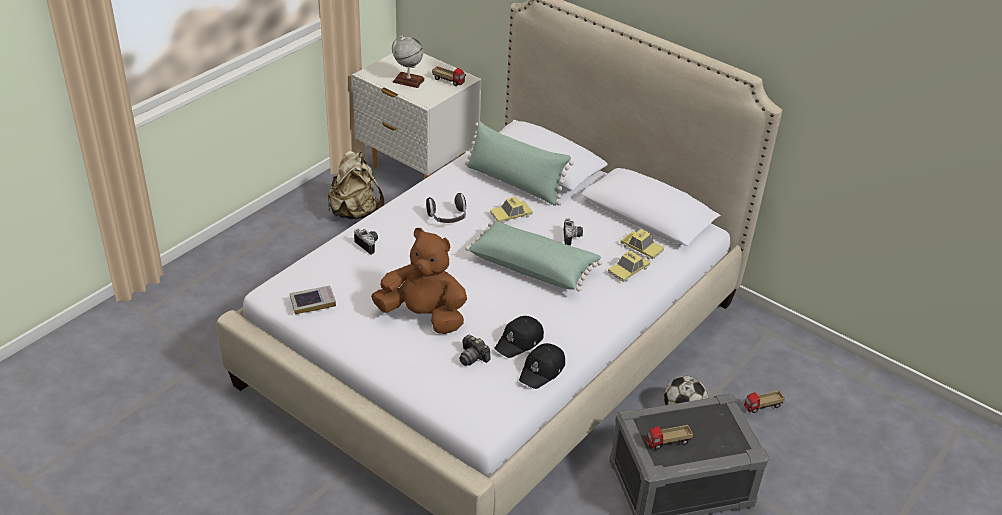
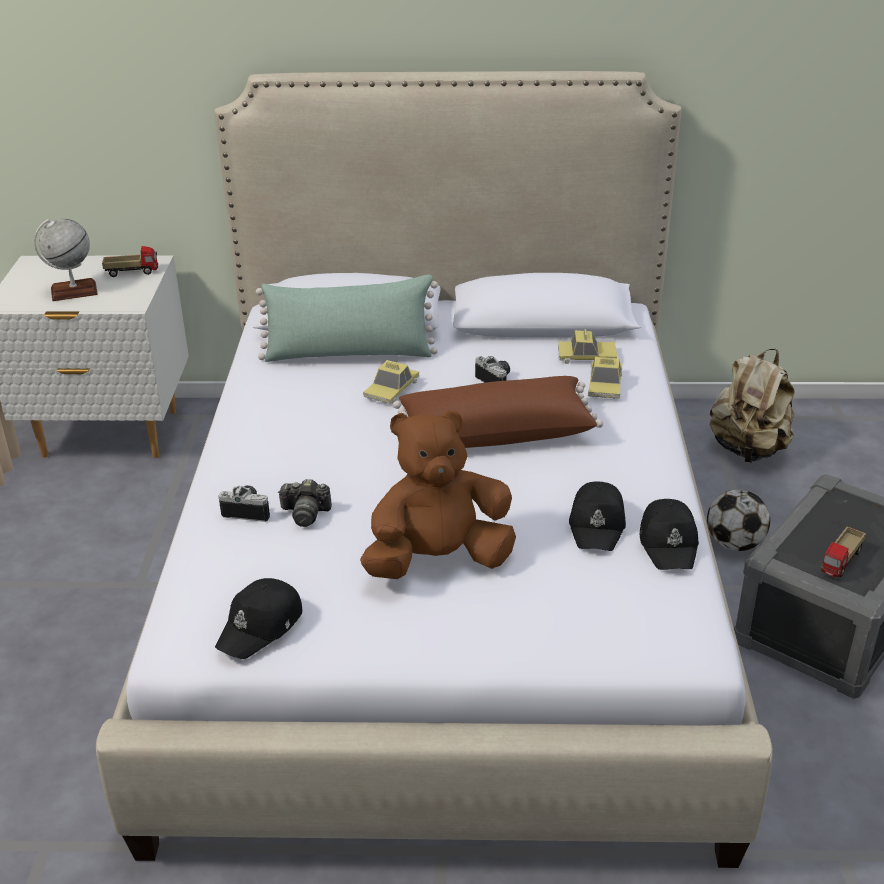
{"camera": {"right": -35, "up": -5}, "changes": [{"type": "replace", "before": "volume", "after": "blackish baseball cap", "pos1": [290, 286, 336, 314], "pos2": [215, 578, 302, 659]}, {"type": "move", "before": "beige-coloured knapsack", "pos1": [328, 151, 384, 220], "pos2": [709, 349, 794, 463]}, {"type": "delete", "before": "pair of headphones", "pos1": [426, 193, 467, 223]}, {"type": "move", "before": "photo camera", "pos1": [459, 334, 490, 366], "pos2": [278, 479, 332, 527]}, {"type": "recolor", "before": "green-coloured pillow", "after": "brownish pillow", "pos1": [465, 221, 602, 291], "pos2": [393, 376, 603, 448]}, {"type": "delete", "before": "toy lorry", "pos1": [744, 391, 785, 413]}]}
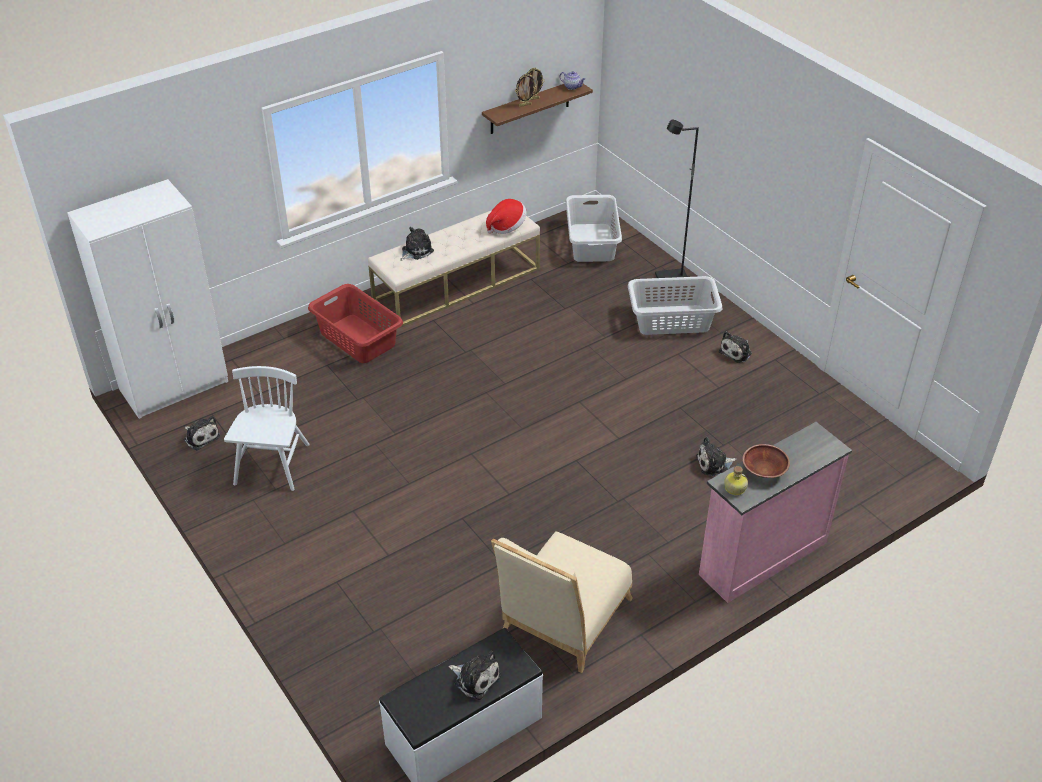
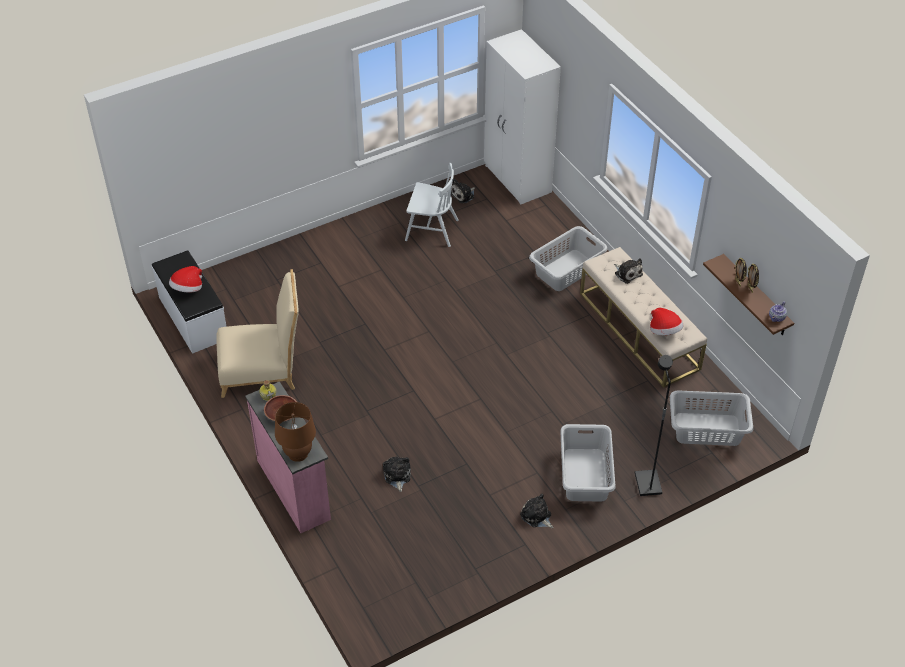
{"camera": {"right": 95, "up": 5}, "changes": [{"type": "recolor", "before": "red hamper", "after": "gray hamper", "pos1": [308, 284, 403, 363], "pos2": [529, 226, 608, 291]}, {"type": "replace", "before": "soft toy", "after": "clothing hat", "pos1": [448, 651, 501, 700], "pos2": [169, 266, 202, 292]}, {"type": "rotate", "before": "beige-coloured chair", "pos1": [491, 531, 633, 673], "pos2": [216, 269, 299, 398], "turn": 135}, {"type": "insert", "after": "brownish table lamp", "pos2": [275, 402, 316, 462]}]}
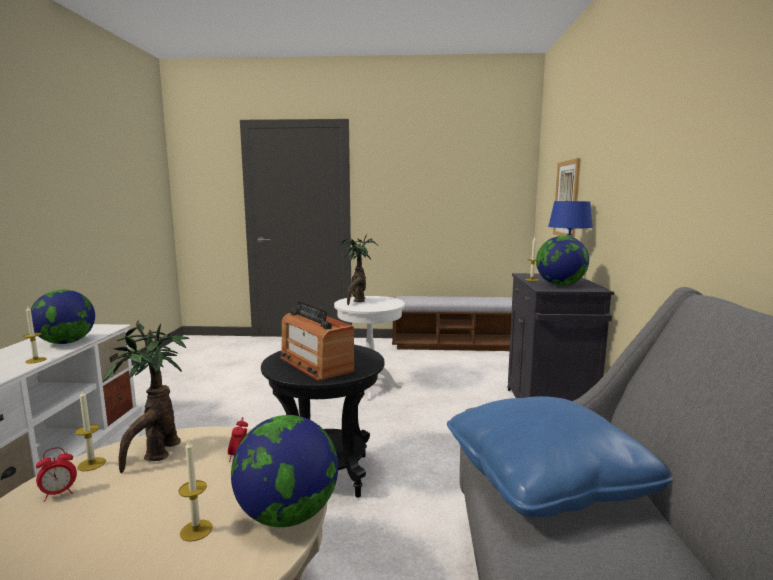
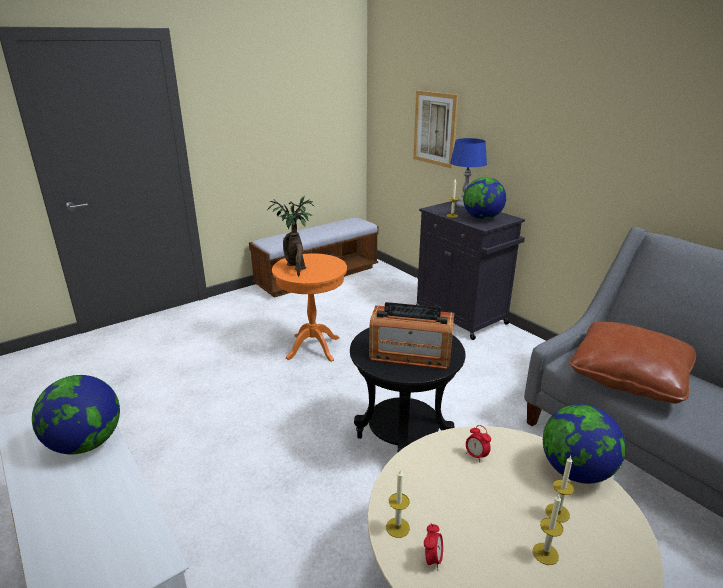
{"camera": {"right": -40, "up": 15}, "changes": [{"type": "move", "before": "wax light", "pos1": [23, 307, 47, 363], "pos2": [533, 495, 563, 565]}, {"type": "delete", "before": "plant in a pot", "pos1": [103, 320, 189, 473]}, {"type": "recolor", "before": "whitish end table", "after": "orange-coloured end table", "pos1": [334, 296, 405, 400], "pos2": [272, 253, 347, 362]}, {"type": "recolor", "before": "bluish pillow", "after": "brownish pillow", "pos1": [447, 396, 673, 517], "pos2": [569, 321, 696, 404]}]}
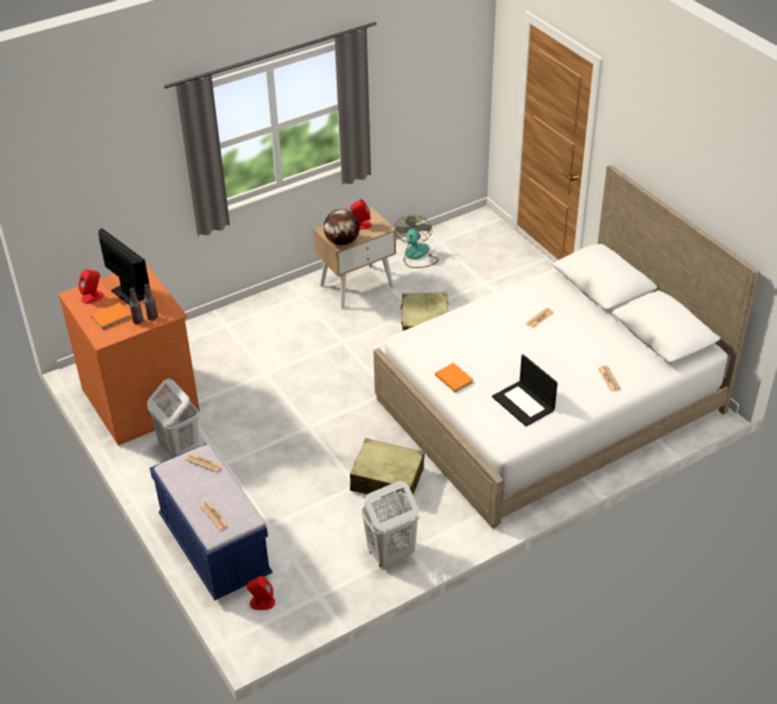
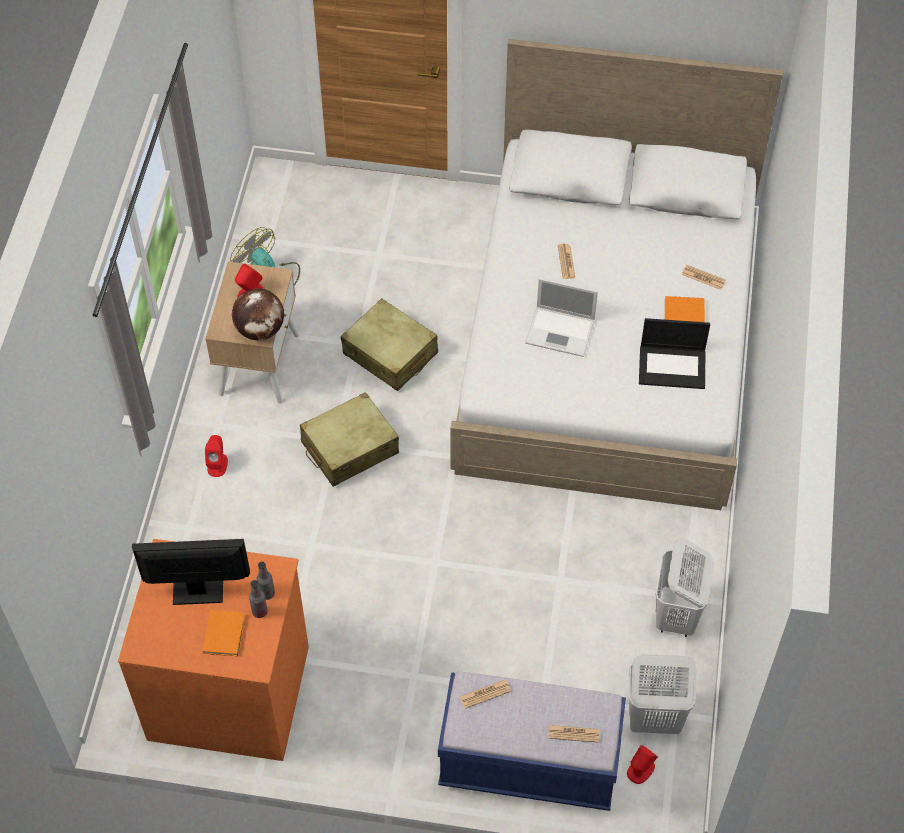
{"camera": {"right": -50, "up": 15}, "changes": [{"type": "move", "before": "red audio speaker", "pos1": [78, 269, 104, 304], "pos2": [205, 435, 228, 477]}, {"type": "move", "before": "whitish hamper", "pos1": [147, 379, 199, 458], "pos2": [629, 654, 697, 734]}, {"type": "move", "before": "beige-coloured travel case", "pos1": [350, 438, 425, 498], "pos2": [300, 392, 399, 487]}, {"type": "move", "before": "orange-coloured volume", "pos1": [435, 363, 473, 392], "pos2": [665, 296, 705, 322]}, {"type": "insert", "after": "notebook computer", "pos2": [525, 278, 598, 357]}]}
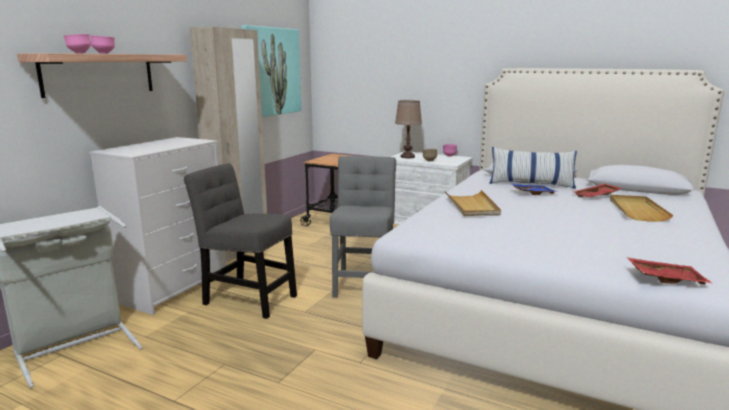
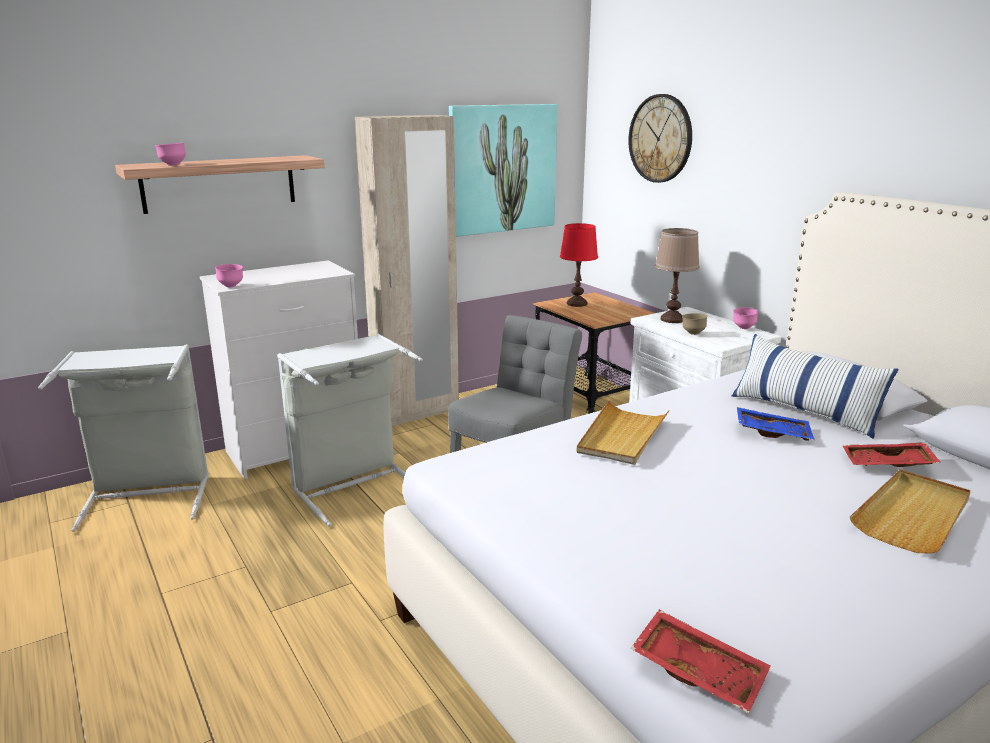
{"camera": {"right": 30, "up": 5}, "changes": [{"type": "move", "before": "pinkish serving bowl", "pos1": [90, 35, 115, 54], "pos2": [215, 264, 243, 287]}, {"type": "replace", "before": "gray chair", "after": "gray hamper", "pos1": [184, 163, 297, 319], "pos2": [277, 334, 423, 526]}, {"type": "insert", "after": "red table lamp", "pos2": [560, 223, 598, 307]}, {"type": "insert", "after": "hanging clock", "pos2": [628, 94, 692, 183]}]}
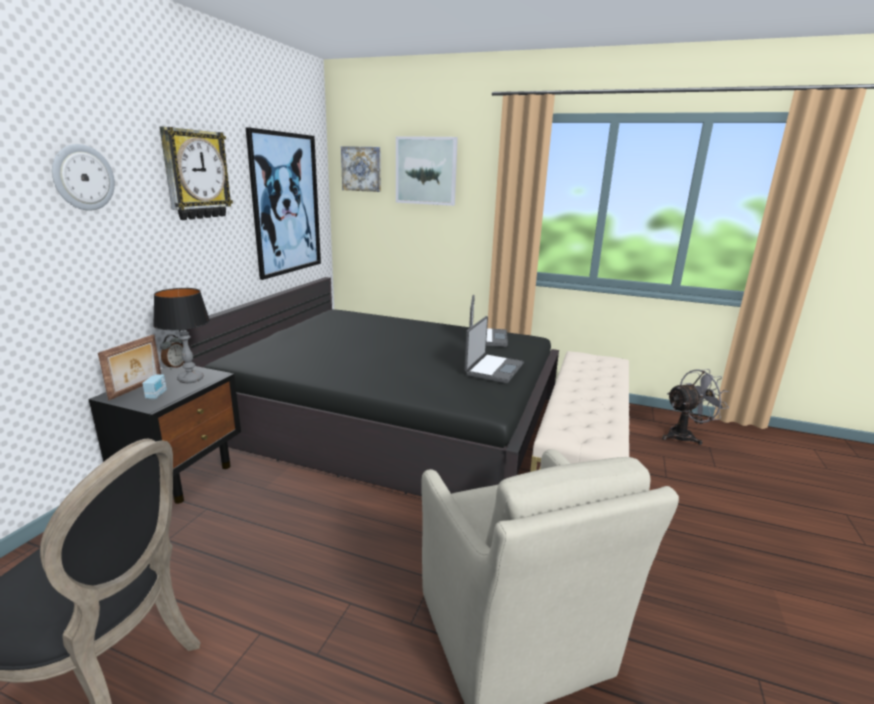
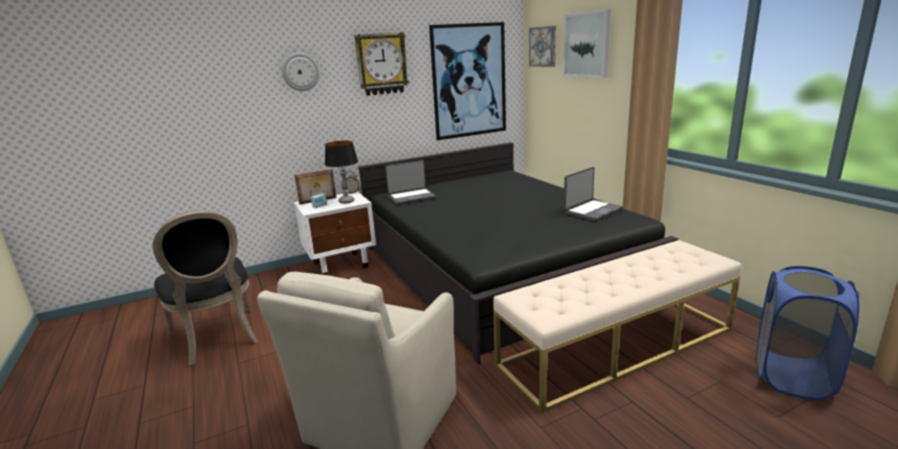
{"camera": {"right": 45, "up": 0}, "changes": [{"type": "recolor", "before": "blackish nightstand", "after": "whitish nightstand", "pos1": [88, 365, 241, 504], "pos2": [294, 192, 376, 275]}, {"type": "move", "before": "notebook computer", "pos1": [464, 316, 524, 383], "pos2": [385, 160, 437, 205]}, {"type": "replace", "before": "gray cooling fan", "after": "bluish hamper", "pos1": [662, 369, 730, 445], "pos2": [756, 266, 860, 400]}]}
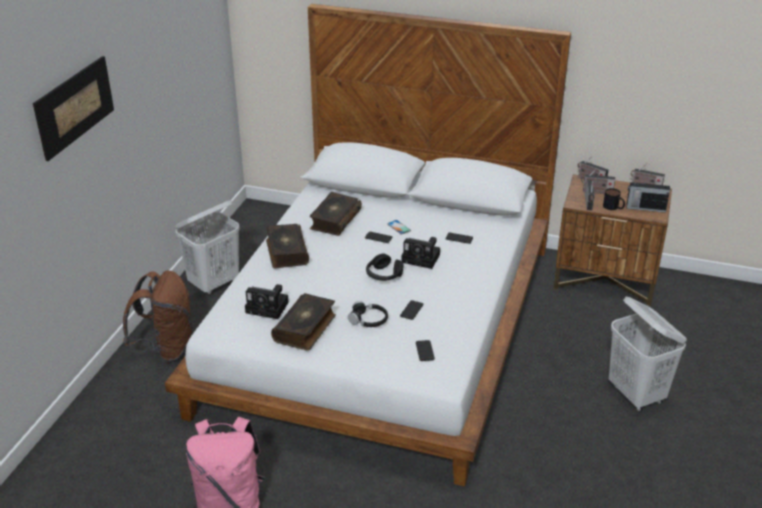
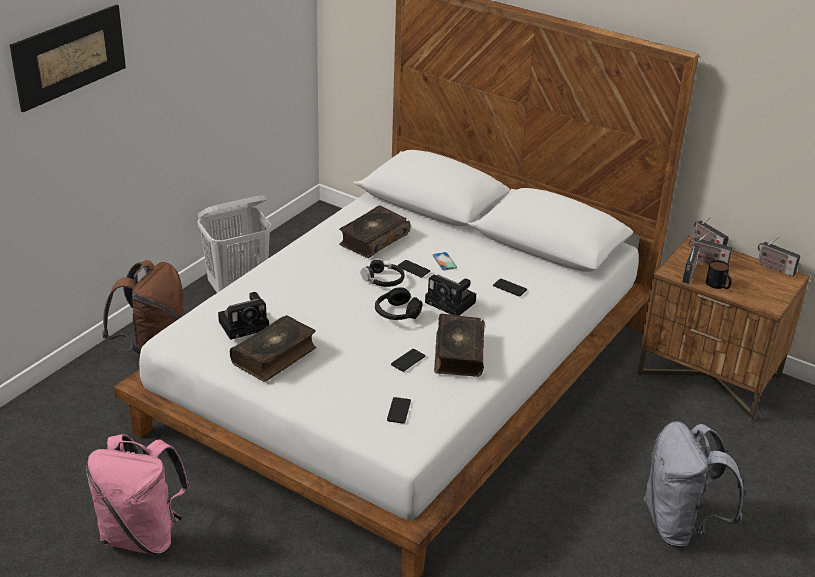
{"camera": {"right": 15, "up": 0}, "changes": [{"type": "rotate", "before": "photo camera", "pos1": [245, 284, 289, 319], "pos2": [218, 292, 269, 340], "turn": -60}, {"type": "move", "before": "volume", "pos1": [266, 224, 309, 268], "pos2": [434, 314, 485, 377]}, {"type": "move", "before": "blackish pair of headphones", "pos1": [348, 301, 388, 327], "pos2": [361, 258, 405, 287]}, {"type": "replace", "before": "whitish hamper", "after": "gray knapsack", "pos1": [609, 297, 687, 412], "pos2": [644, 421, 744, 548]}, {"type": "delete", "before": "radio set", "pos1": [626, 181, 670, 213]}]}
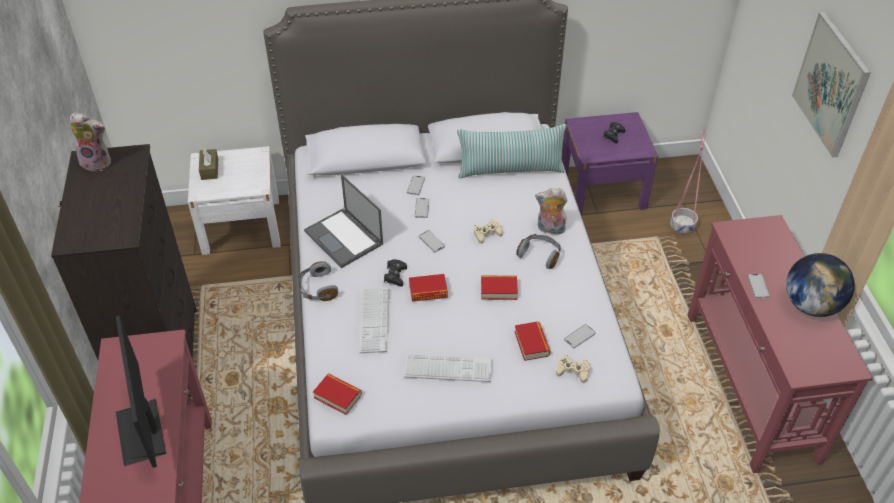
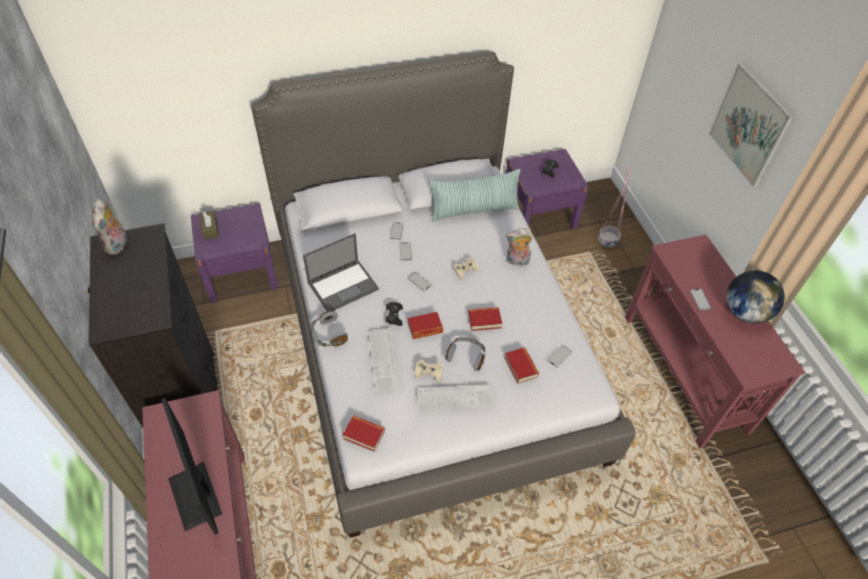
{"camera": {"right": -10, "up": 5}, "changes": [{"type": "rotate", "before": "soft toy", "pos1": [69, 113, 111, 171], "pos2": [92, 199, 127, 255], "turn": 90}, {"type": "recolor", "before": "whitish nightstand", "after": "purplish nightstand", "pos1": [188, 146, 280, 255], "pos2": [191, 203, 278, 303]}, {"type": "rotate", "before": "notebook computer", "pos1": [304, 175, 383, 268], "pos2": [303, 233, 379, 311], "turn": -75}, {"type": "move", "before": "gray pair of headphones", "pos1": [516, 234, 561, 269], "pos2": [445, 336, 485, 371]}, {"type": "move", "before": "beige-coloured game controller", "pos1": [556, 355, 590, 383], "pos2": [415, 359, 442, 382]}]}
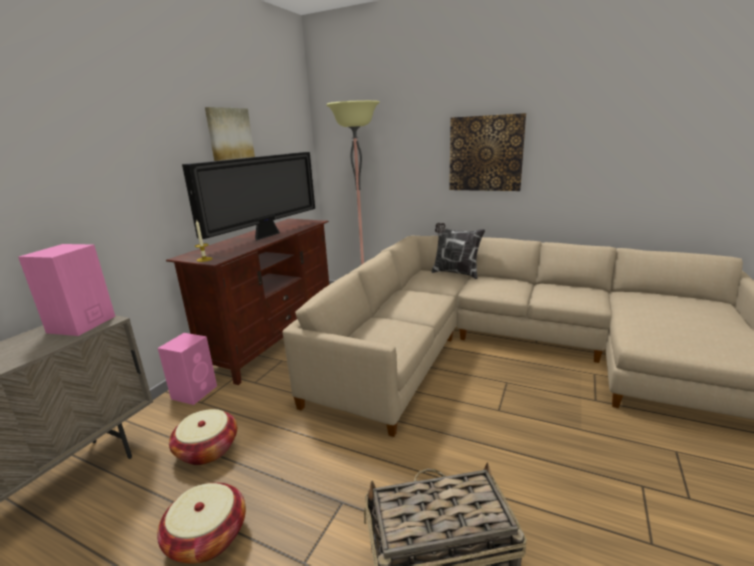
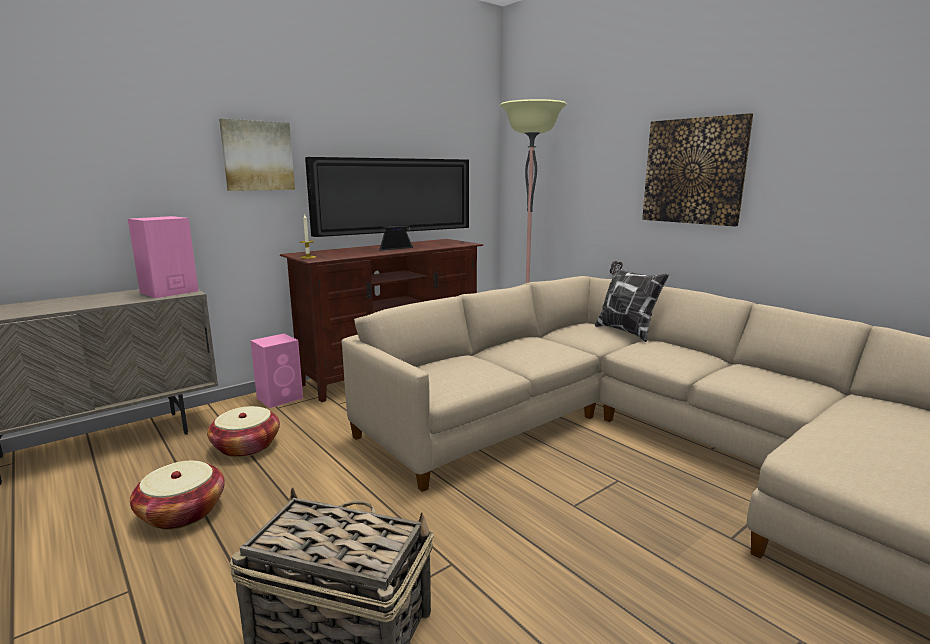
{"camera": {"right": 25, "up": -5}, "changes": [{"type": "move", "before": "wall art", "pos1": [205, 107, 255, 161], "pos2": [219, 118, 295, 191]}]}
